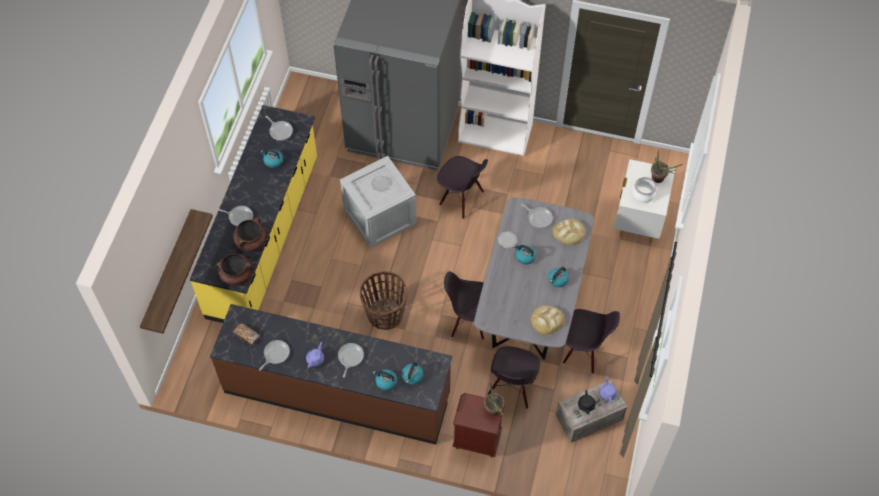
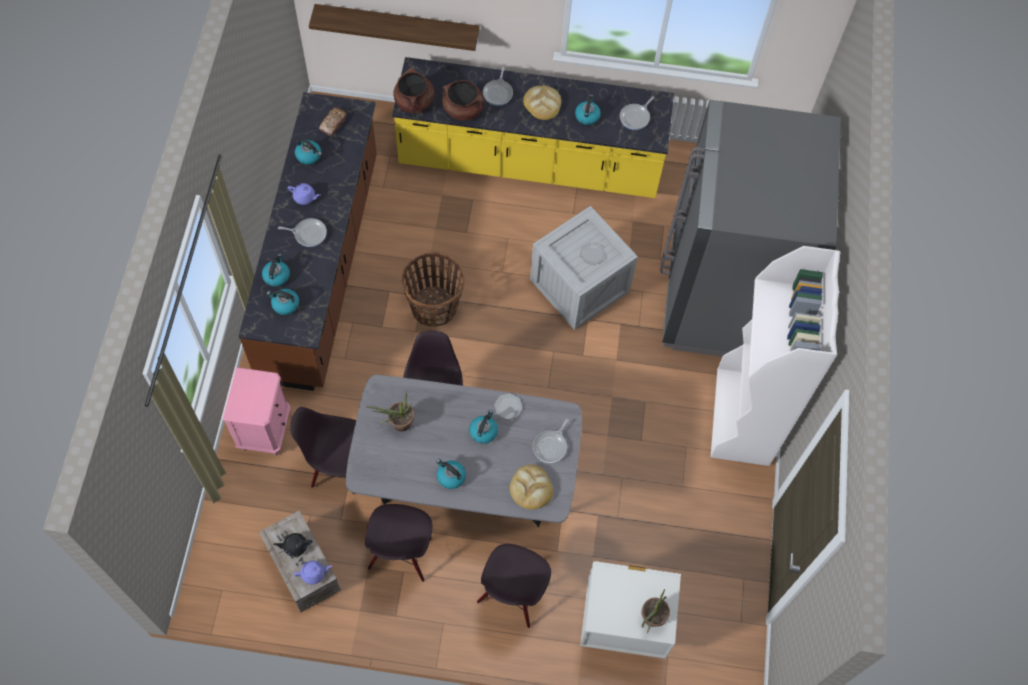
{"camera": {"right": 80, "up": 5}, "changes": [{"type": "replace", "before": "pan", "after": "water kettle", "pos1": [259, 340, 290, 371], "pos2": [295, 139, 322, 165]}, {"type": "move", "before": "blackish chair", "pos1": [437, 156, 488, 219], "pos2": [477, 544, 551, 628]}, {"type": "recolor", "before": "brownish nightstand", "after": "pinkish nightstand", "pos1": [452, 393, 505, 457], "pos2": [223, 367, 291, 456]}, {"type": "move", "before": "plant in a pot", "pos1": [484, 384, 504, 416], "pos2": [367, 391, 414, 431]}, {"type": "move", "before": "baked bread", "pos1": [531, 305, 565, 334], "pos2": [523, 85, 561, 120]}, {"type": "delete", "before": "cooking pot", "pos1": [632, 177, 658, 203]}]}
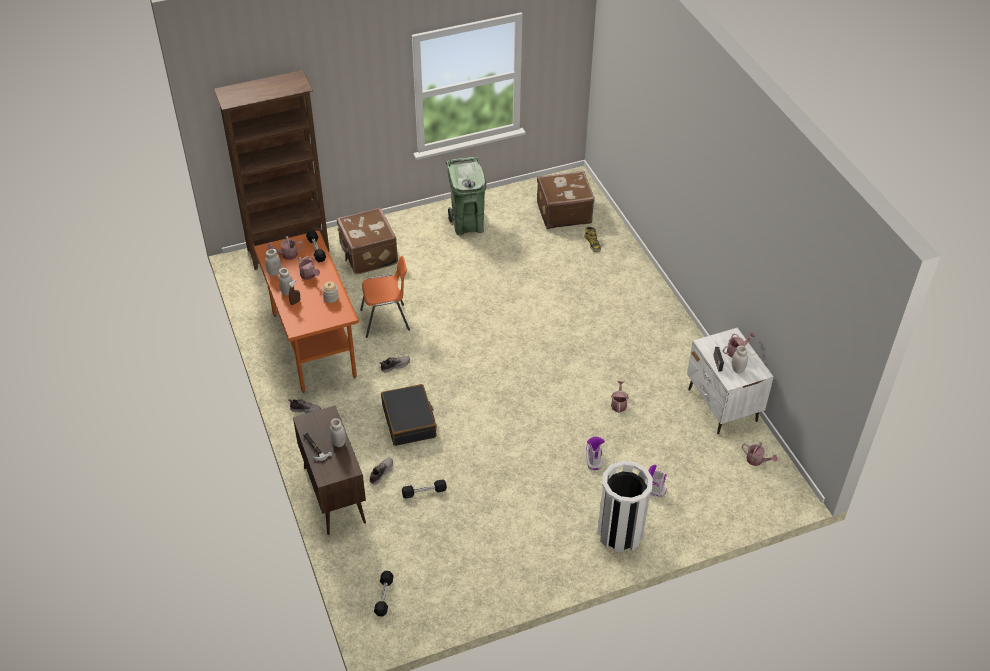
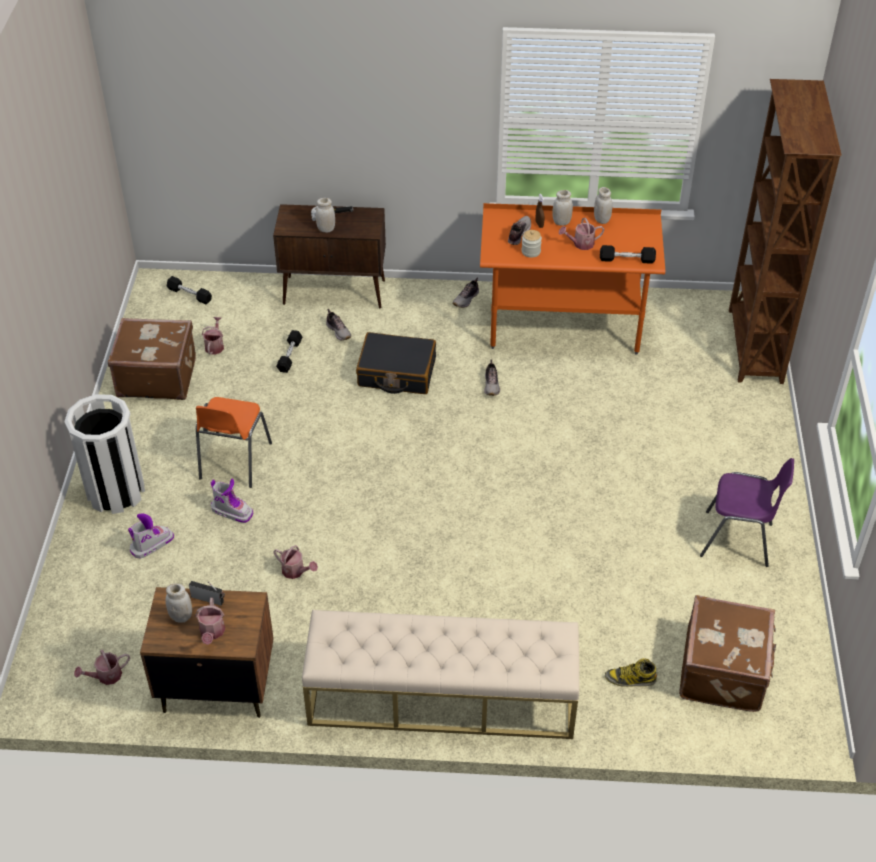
{"camera": {"right": 115, "up": 0}, "changes": [{"type": "move", "before": "sprinkling can", "pos1": [267, 236, 304, 260], "pos2": [202, 317, 224, 355]}, {"type": "move", "before": "brownish travel case", "pos1": [337, 208, 398, 274], "pos2": [108, 318, 196, 400]}, {"type": "move", "before": "orange-coloured chair", "pos1": [360, 256, 410, 338], "pos2": [196, 397, 272, 488]}, {"type": "replace", "before": "green-coloured waste bin", "after": "purplish chair", "pos1": [446, 157, 486, 235], "pos2": [700, 458, 794, 567]}, {"type": "recolor", "before": "whitish nightstand", "after": "brownish nightstand", "pos1": [687, 327, 774, 434], "pos2": [140, 587, 274, 718]}, {"type": "insert", "after": "beige-coloured bench", "pos2": [302, 610, 579, 739]}, {"type": "insert", "after": "item of footwear", "pos2": [508, 216, 531, 245]}]}
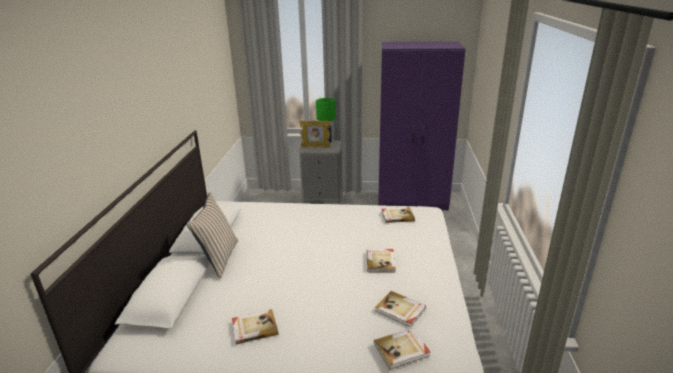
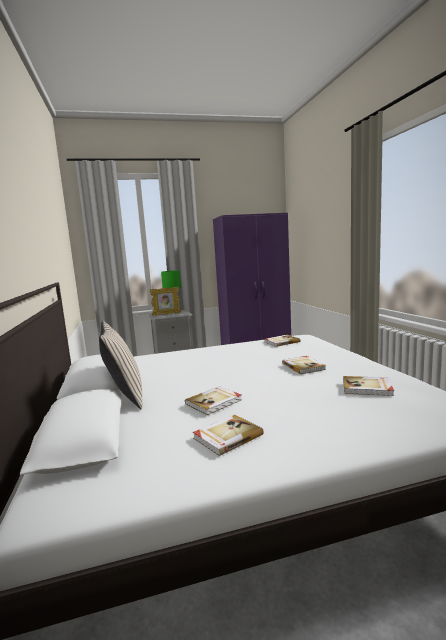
{"camera": {"right": -20, "up": -15}, "changes": [{"type": "move", "before": "volume", "pos1": [374, 328, 430, 369], "pos2": [185, 386, 242, 415]}]}
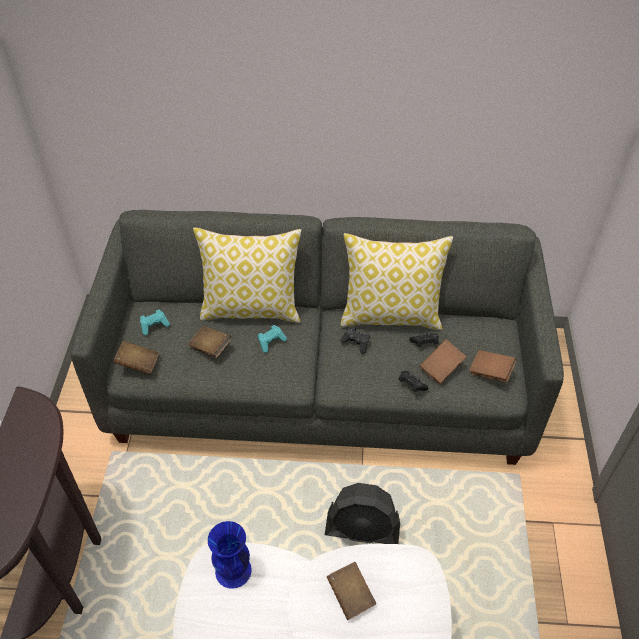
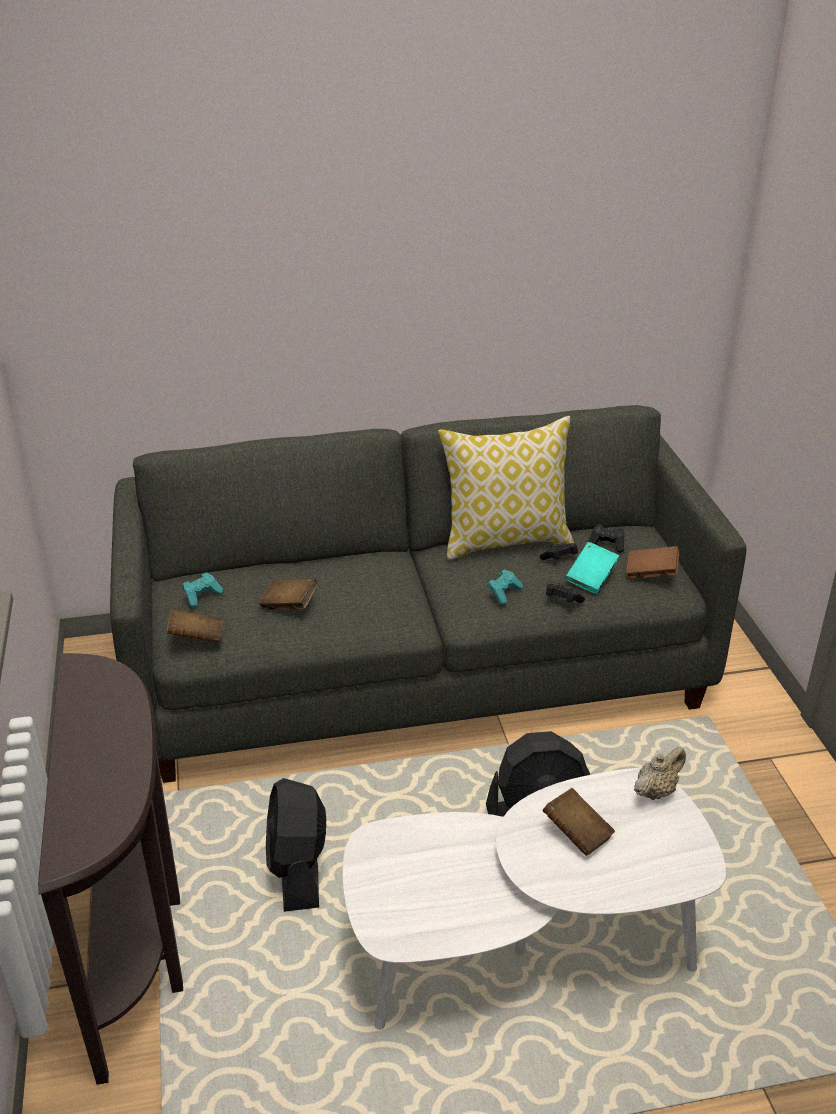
{"camera": {"right": -15, "up": -15}, "changes": [{"type": "delete", "before": "pillow", "pos1": [193, 227, 301, 323]}, {"type": "delete", "before": "bluish decorative vase", "pos1": [208, 521, 252, 589]}, {"type": "move", "before": "turquoise-coloured game controller", "pos1": [257, 325, 287, 353], "pos2": [487, 569, 523, 605]}, {"type": "move", "before": "blackish game controller", "pos1": [340, 326, 370, 354], "pos2": [588, 524, 625, 552]}, {"type": "recolor", "before": "brownish volume", "after": "turquoise-coloured volume", "pos1": [420, 339, 466, 384], "pos2": [565, 542, 619, 594]}, {"type": "insert", "after": "blackish cooling fan", "pos2": [266, 778, 326, 912]}, {"type": "insert", "after": "beige-coloured teapot", "pos2": [634, 747, 686, 800]}]}
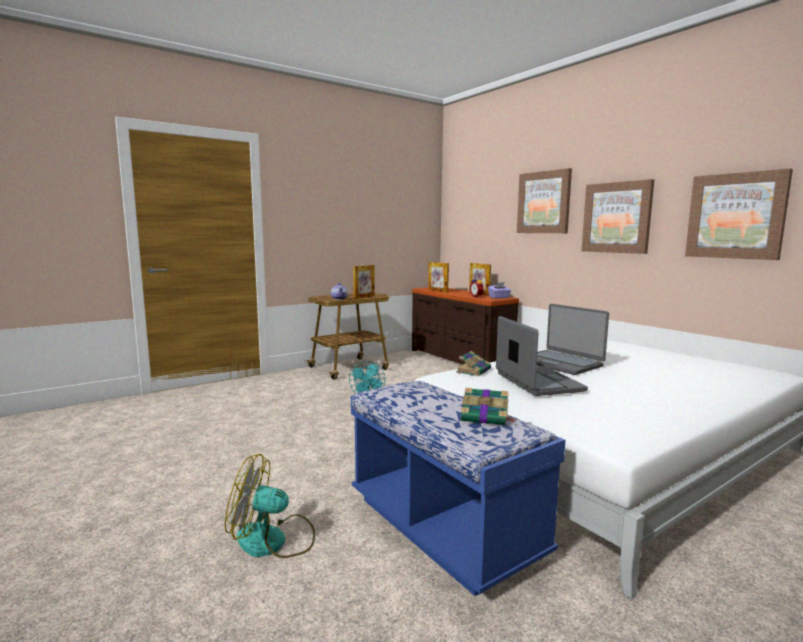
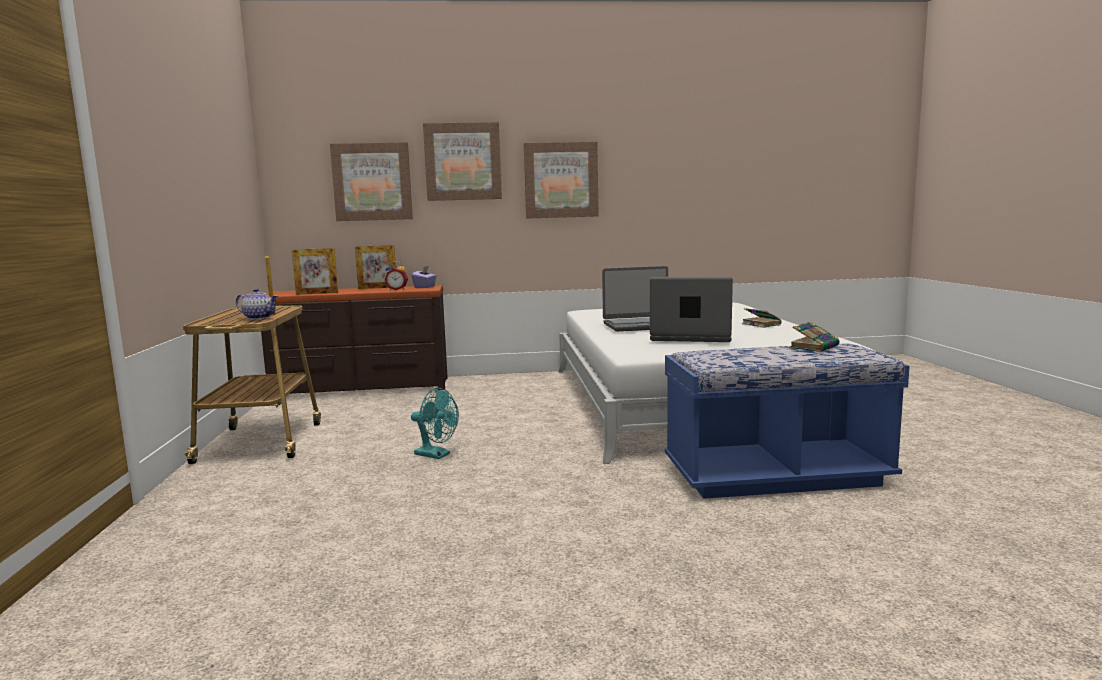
{"camera": {"right": -60, "up": 0}, "changes": [{"type": "delete", "before": "cooling fan", "pos1": [225, 454, 315, 558]}, {"type": "move", "before": "volume", "pos1": [456, 351, 491, 376], "pos2": [742, 308, 781, 328]}, {"type": "move", "before": "wall art", "pos1": [685, 169, 793, 260], "pos2": [330, 142, 413, 221]}]}
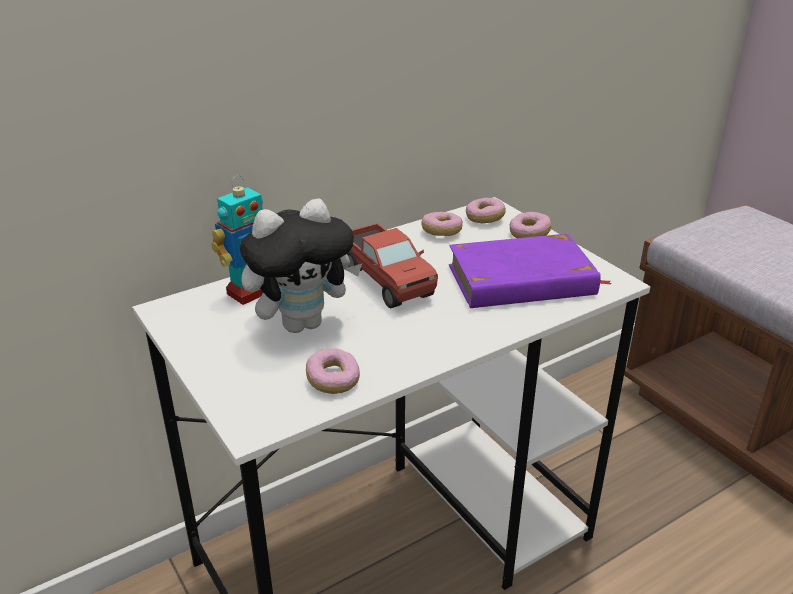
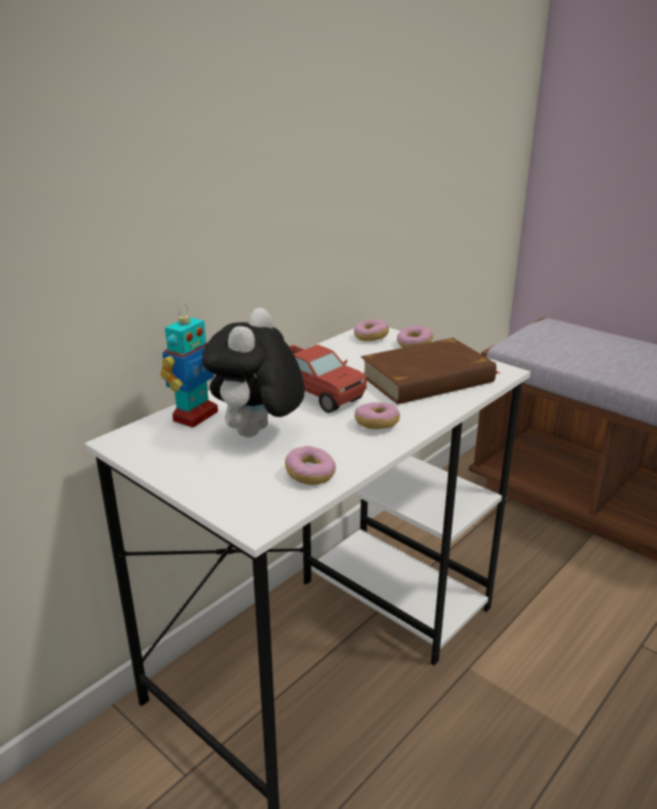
{"camera": {"right": -15, "up": -5}, "changes": [{"type": "rotate", "before": "soft toy", "pos1": [240, 198, 362, 333], "pos2": [202, 308, 305, 437], "turn": 150}, {"type": "move", "before": "ring doughnut", "pos1": [421, 212, 463, 236], "pos2": [355, 402, 400, 429]}, {"type": "recolor", "before": "purplish volume", "after": "brownish volume", "pos1": [449, 234, 612, 308], "pos2": [361, 338, 499, 404]}]}
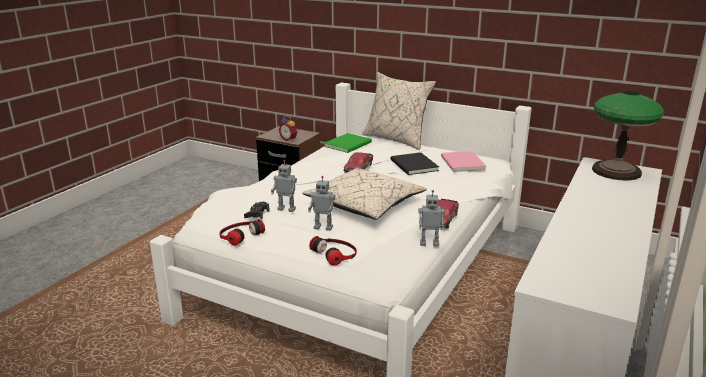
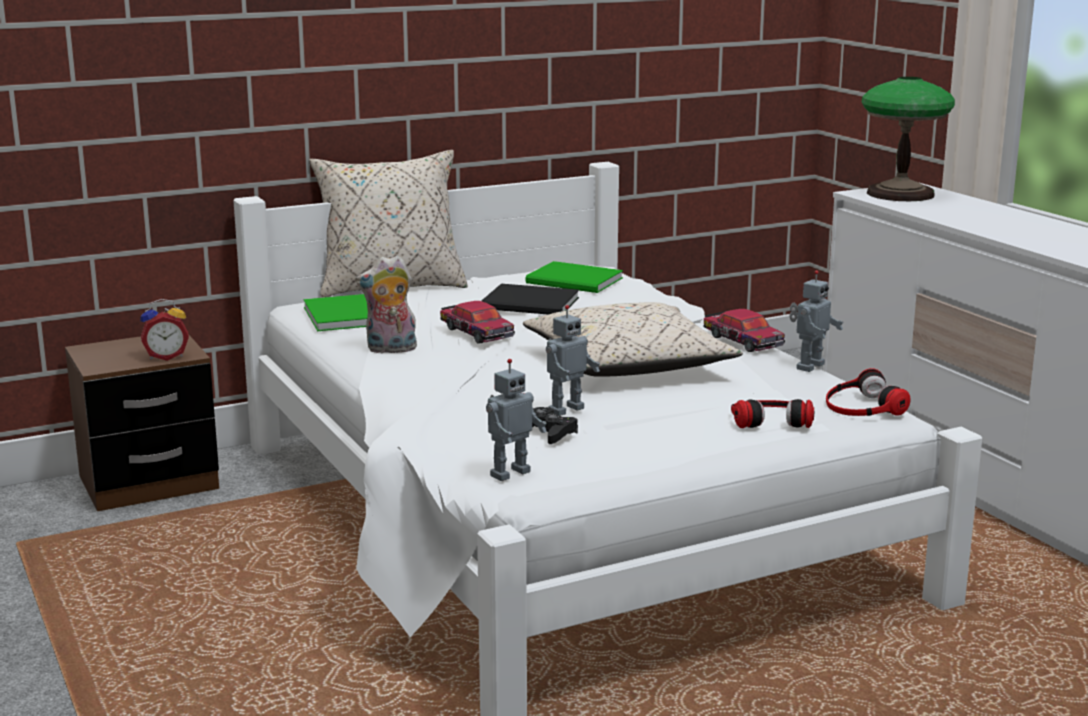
{"camera": {"right": -55, "up": -5}, "changes": [{"type": "move", "before": "pair of headphones", "pos1": [219, 219, 265, 245], "pos2": [826, 368, 911, 416]}, {"type": "move", "before": "robot figure", "pos1": [308, 176, 335, 231], "pos2": [486, 359, 547, 481]}, {"type": "recolor", "before": "pinkish volume", "after": "green-coloured volume", "pos1": [441, 151, 486, 172], "pos2": [526, 261, 623, 293]}, {"type": "insert", "after": "soft toy", "pos2": [356, 255, 419, 353]}]}
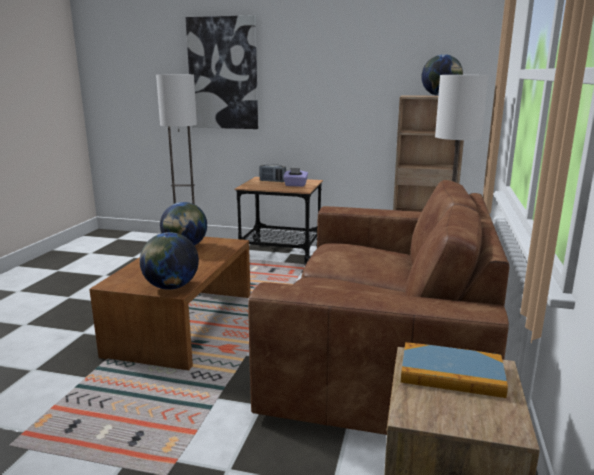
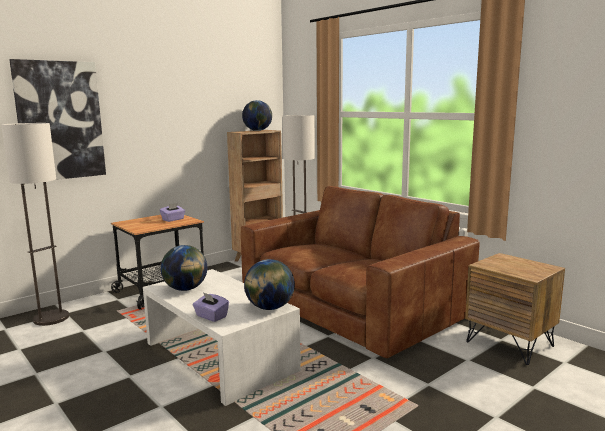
{"camera": {"right": -55, "up": -5}, "changes": [{"type": "recolor", "before": "brownish lounge table", "after": "whitish lounge table", "pos1": [89, 237, 251, 370], "pos2": [143, 269, 301, 406]}, {"type": "delete", "before": "radio set", "pos1": [259, 164, 286, 182]}, {"type": "delete", "before": "volume", "pos1": [401, 342, 508, 398]}, {"type": "insert", "after": "purplish tissue box", "pos2": [193, 292, 229, 322]}]}
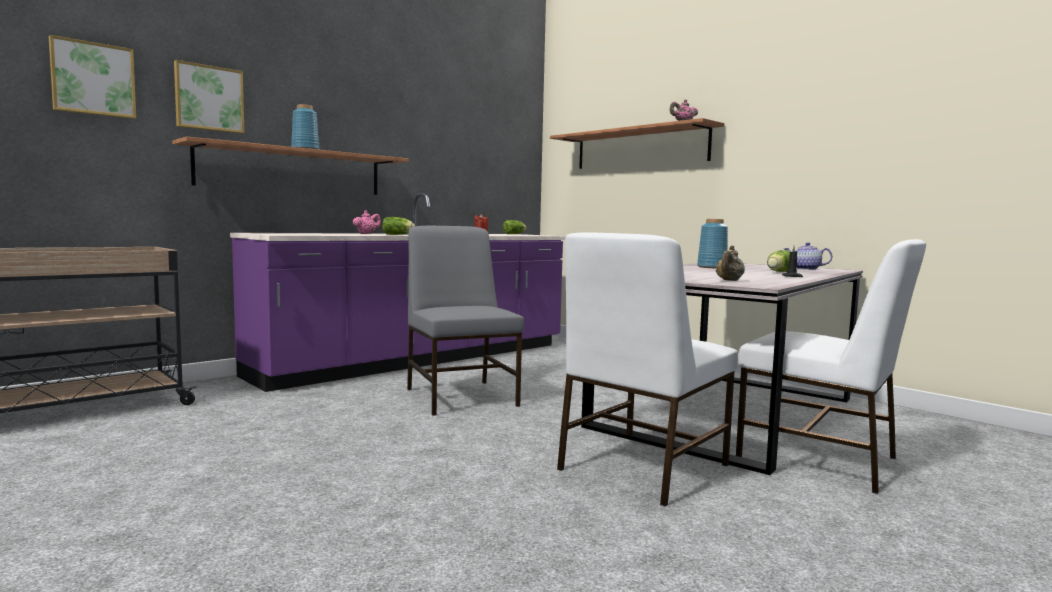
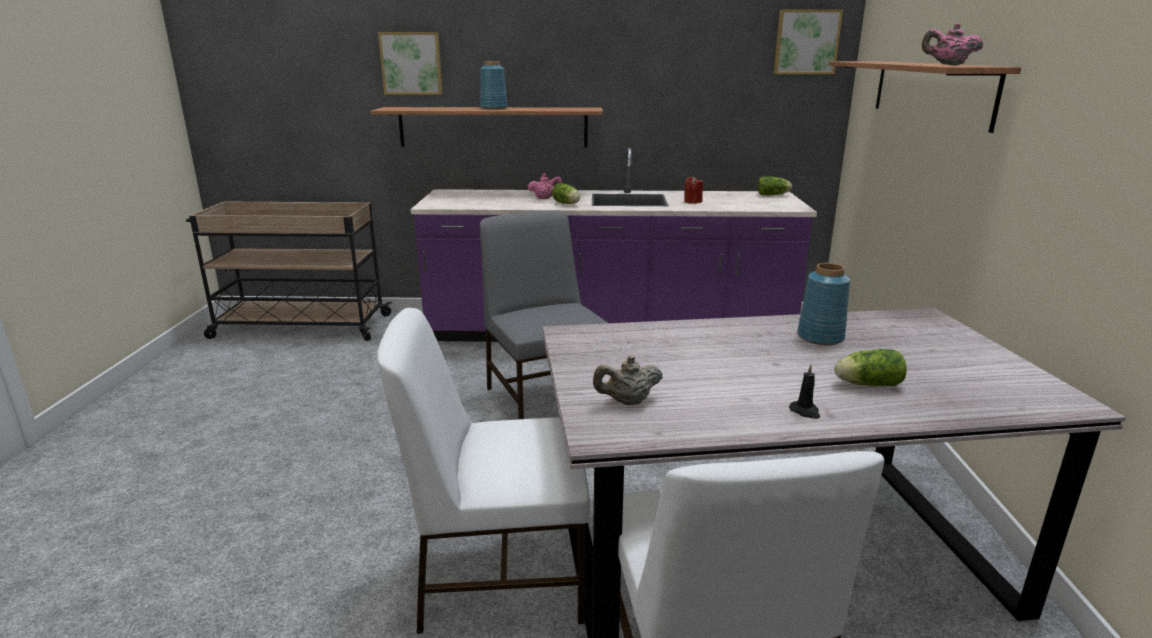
{"camera": {"right": 45, "up": 15}, "changes": [{"type": "move", "before": "wall art", "pos1": [49, 35, 136, 119], "pos2": [774, 9, 843, 74]}, {"type": "rotate", "before": "gray chair", "pos1": [407, 226, 524, 416], "pos2": [480, 211, 608, 419], "turn": -45}, {"type": "delete", "before": "teapot", "pos1": [784, 242, 832, 270]}]}
